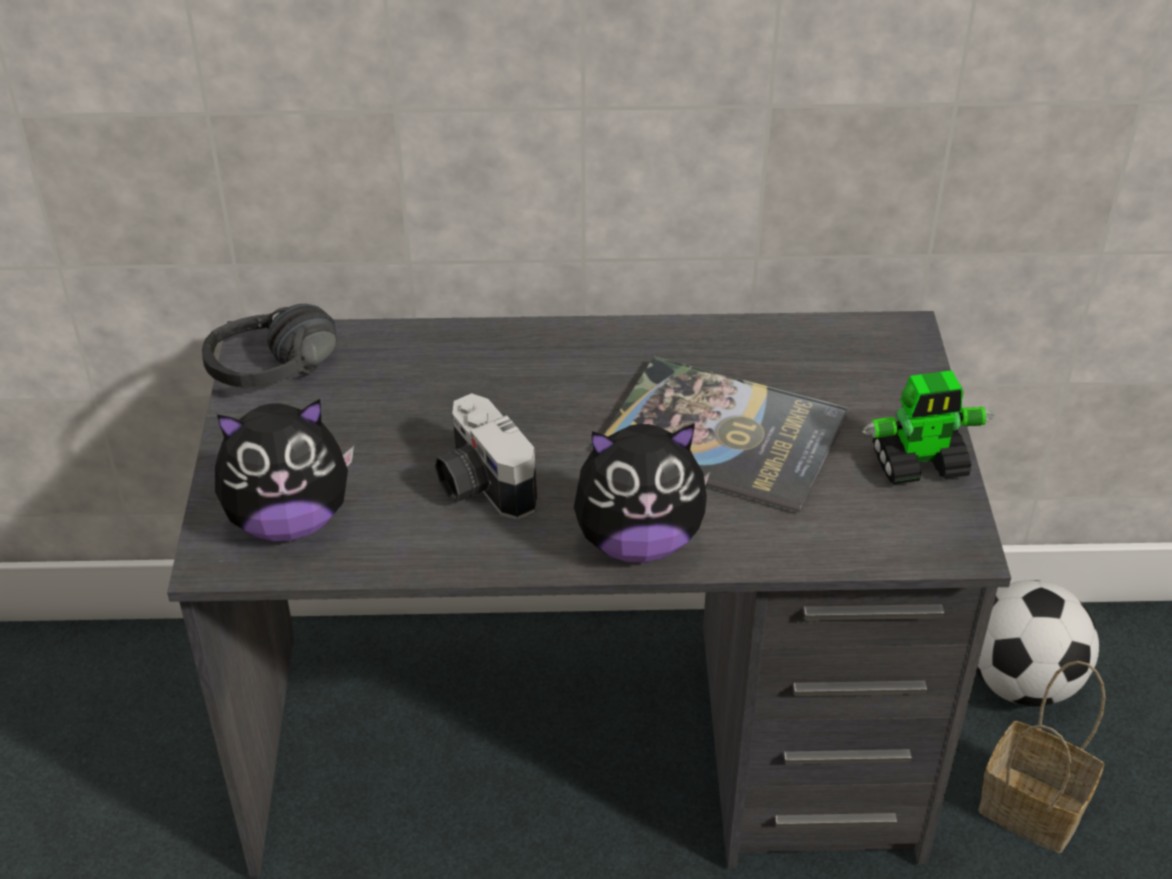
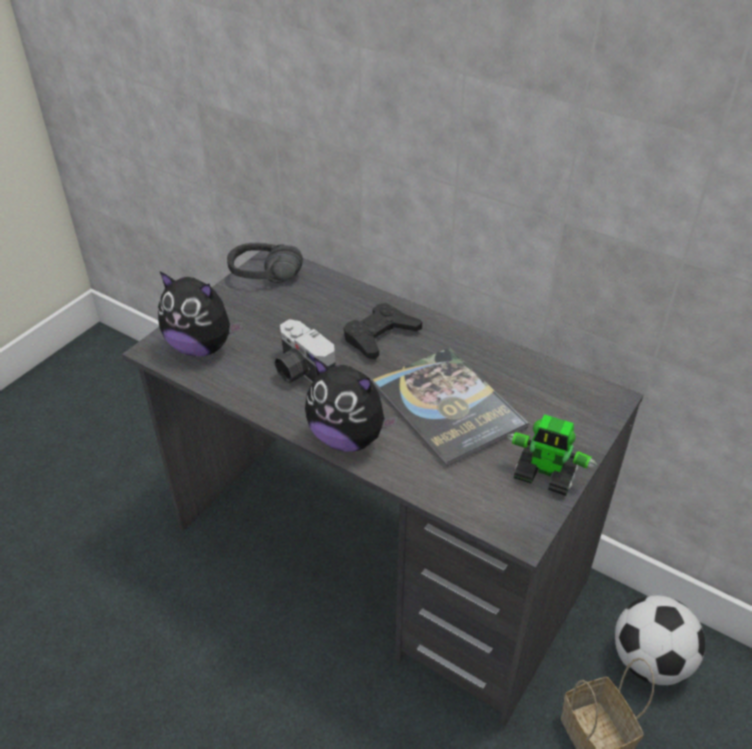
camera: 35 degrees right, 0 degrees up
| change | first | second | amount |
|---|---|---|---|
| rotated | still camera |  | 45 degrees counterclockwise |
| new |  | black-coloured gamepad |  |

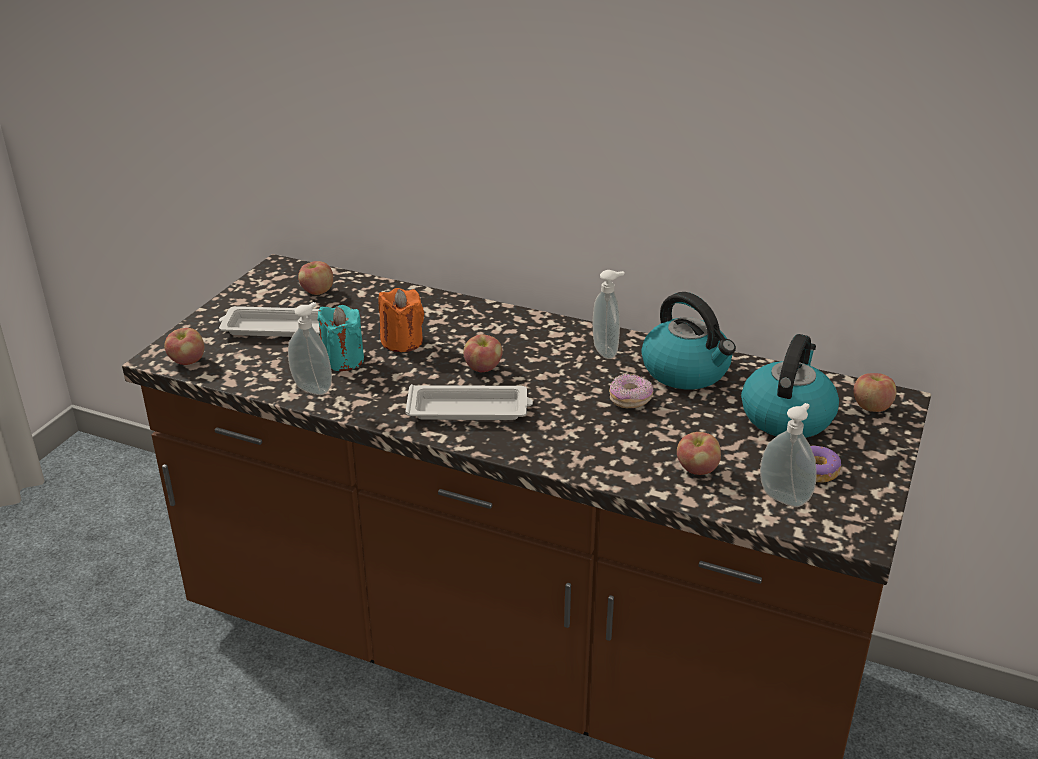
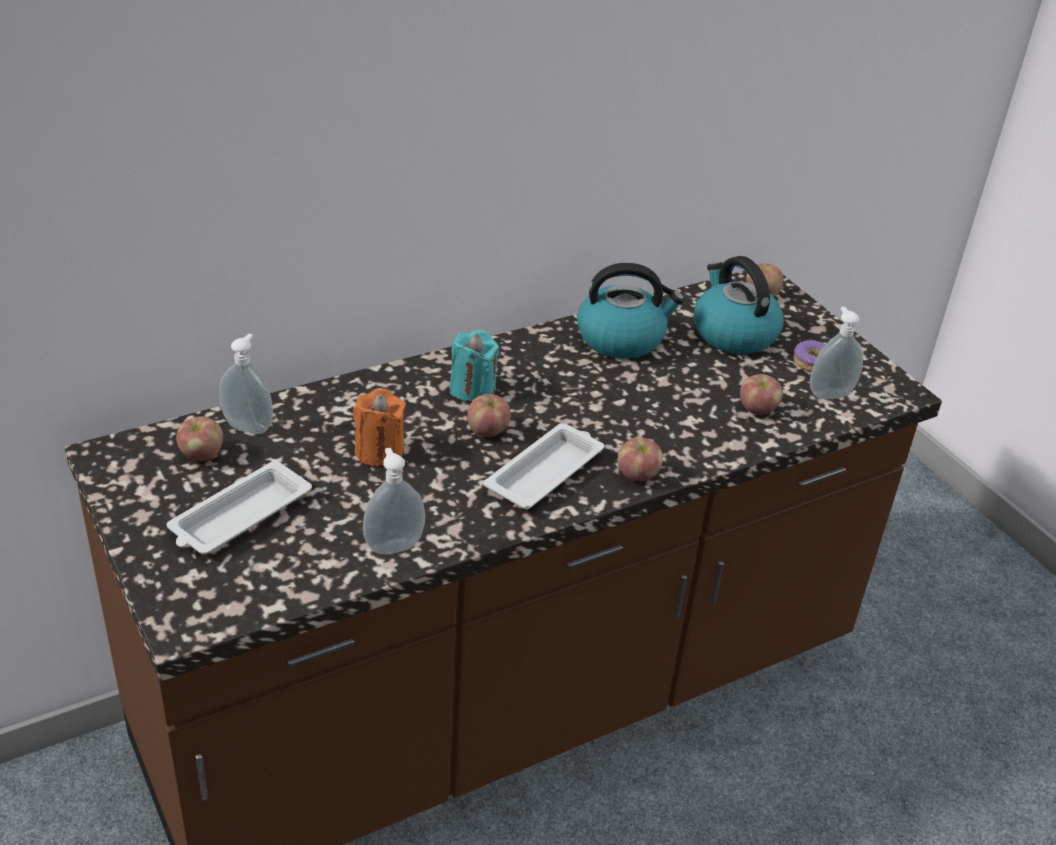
camera: 55 degrees left, 5 degrees up
| change | first | second | amount |
|---|---|---|---|
| shifted | liquid soap bottle (no. 2 from left in the first image) | liquid soap bottle (no. 1 from left) |  |
| shifted | turquoise wax candle |  |  |
| shifted | apple (no. 1 from left in the first image) | apple (no. 3 from left) |  |
| gone | ring doughnut (no. 1 from left) |  |  |

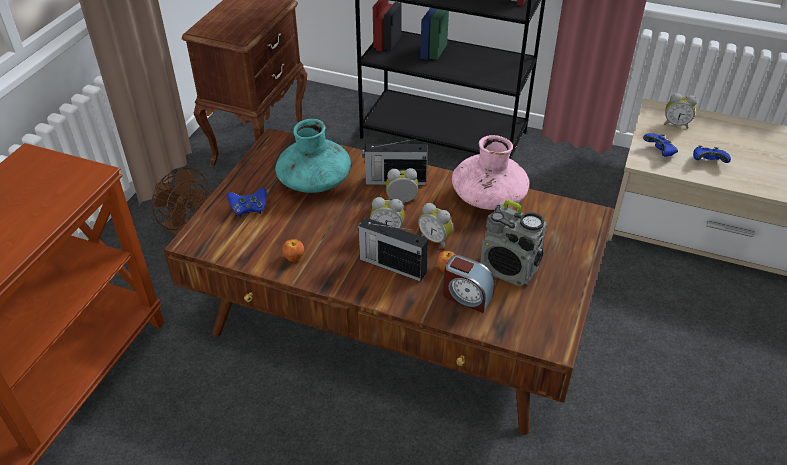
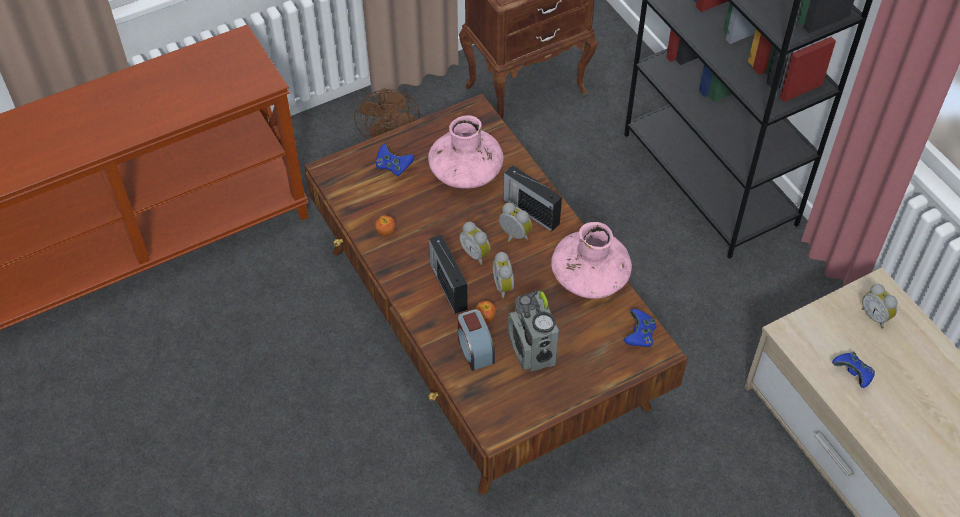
camera: 40 degrees right, 10 degrees up
| change | first | second | amount |
|---|---|---|---|
| repainted | turquoise vase | pink vase (no. 1 from left) |  |
| shifted | blue-coloured gamepad (no. 2 from left) |  |  |

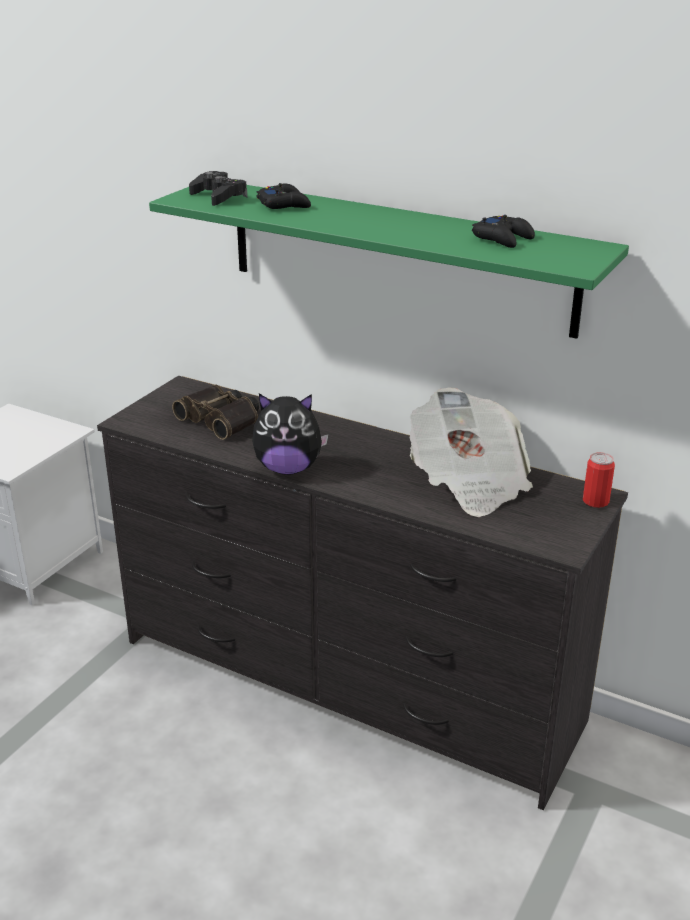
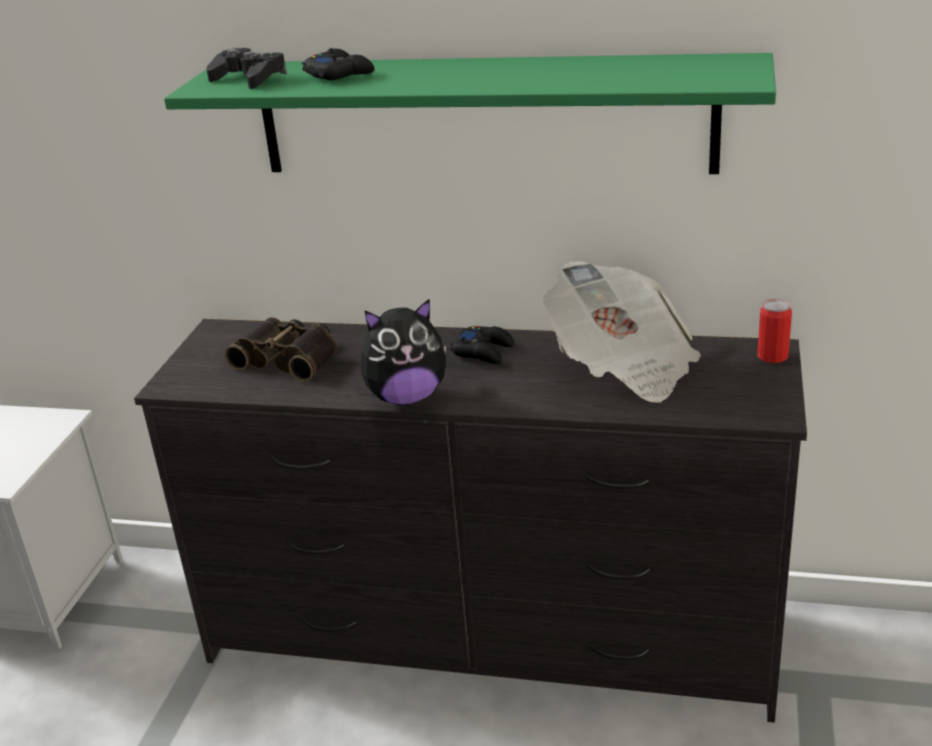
camera: 15 degrees left, 0 degrees up
| change | first | second | amount |
|---|---|---|---|
| shifted | black-coloured gamepad (no. 3 from left) |  |  |

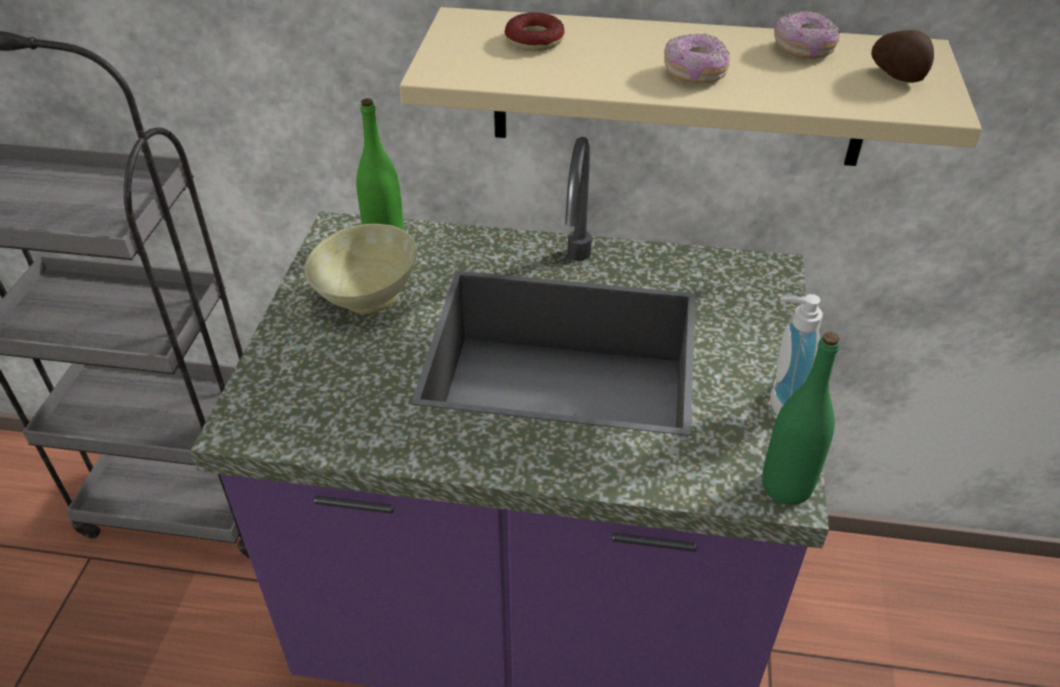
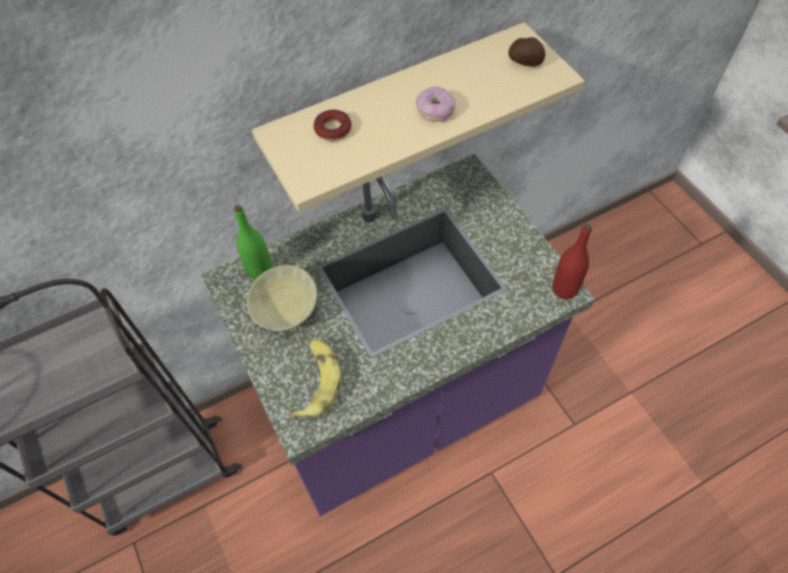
camera: 35 degrees left, 15 degrees up
| change | first | second | amount |
|---|---|---|---|
| new |  | whole banana |  |
| repainted | green bottle (no. 2 from left) | reddish bottle |  |
| gone | liquid soap bottle |  |  |
| gone | ring doughnut (no. 3 from left) |  |  |

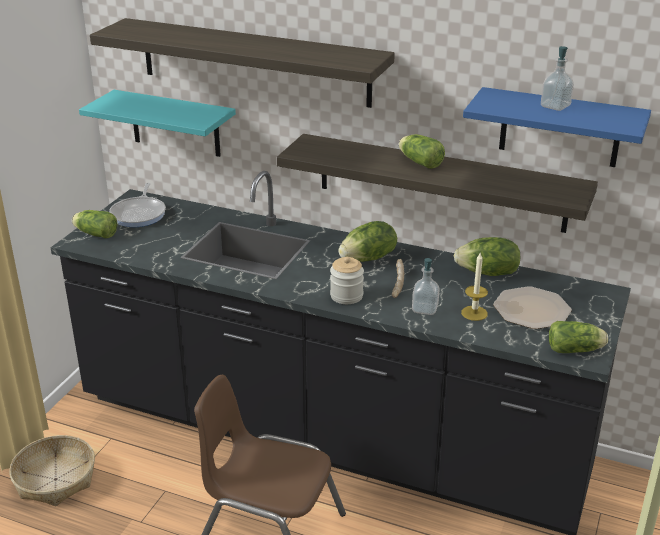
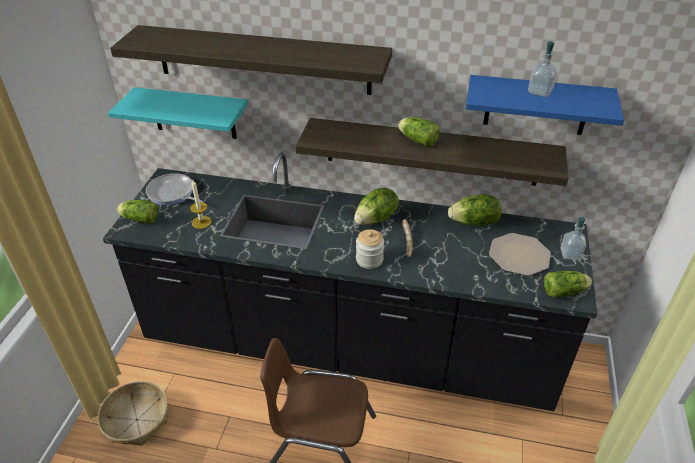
camera: 10 degrees left, 10 degrees up
| change | first | second | amount |
|---|---|---|---|
| rotated | skillet |  | 135 degrees clockwise |
| shifted | wax candle |  |  |
| shifted | liquid soap bottle (no. 1 from left in the first image) | liquid soap bottle (no. 2 from left) |  |

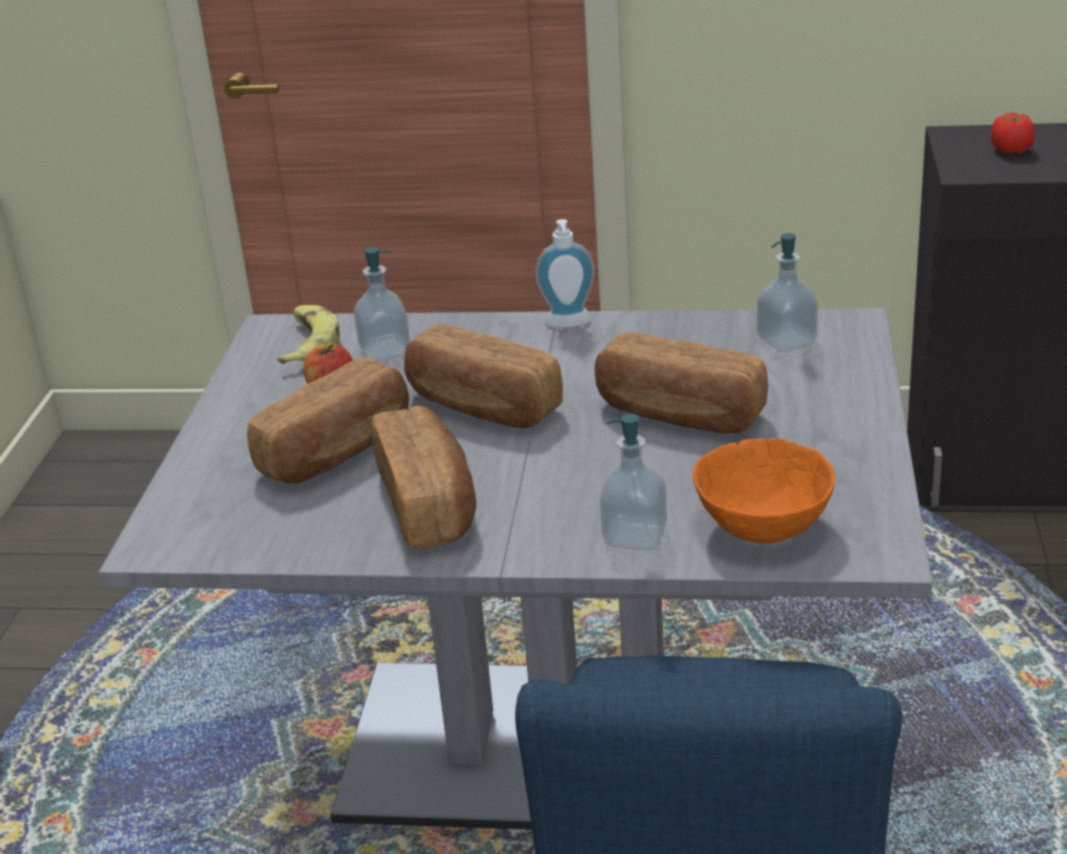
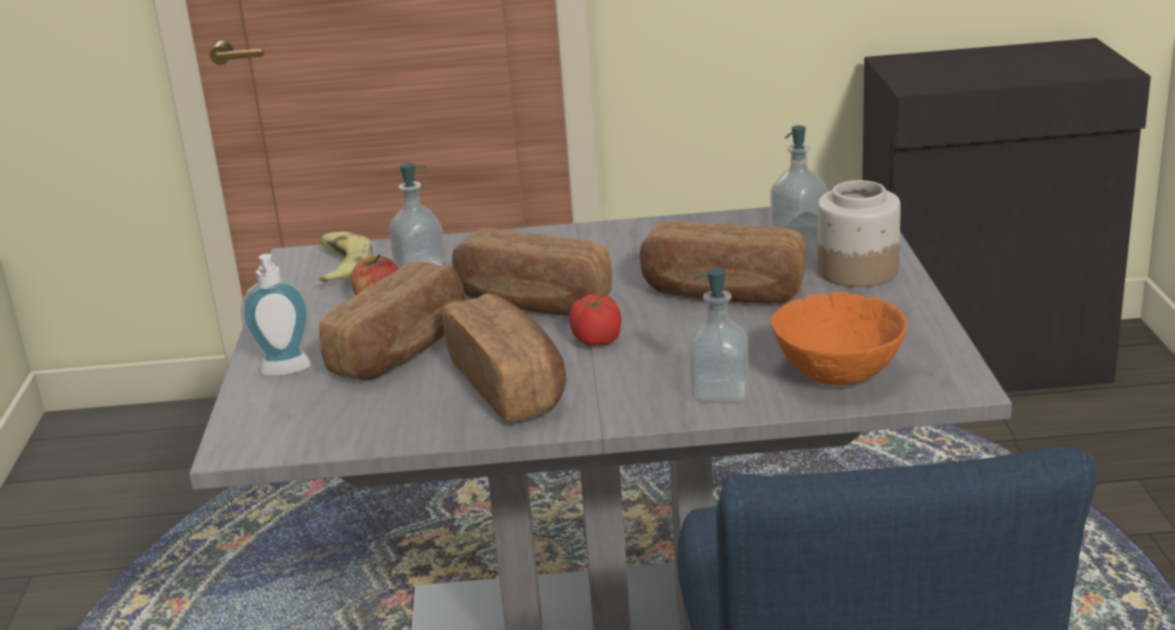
camera: 10 degrees left, 5 degrees down
| change | first | second | amount |
|---|---|---|---|
| shifted | liquid soap bottle (no. 2 from left in the first image) | liquid soap bottle (no. 1 from left) |  |
| shifted | tomato |  |  |
| new |  | jar |  |

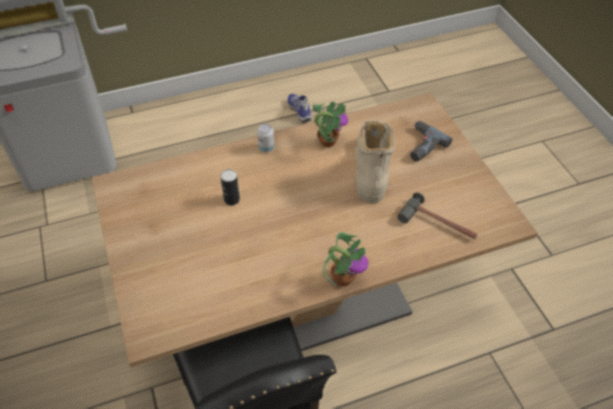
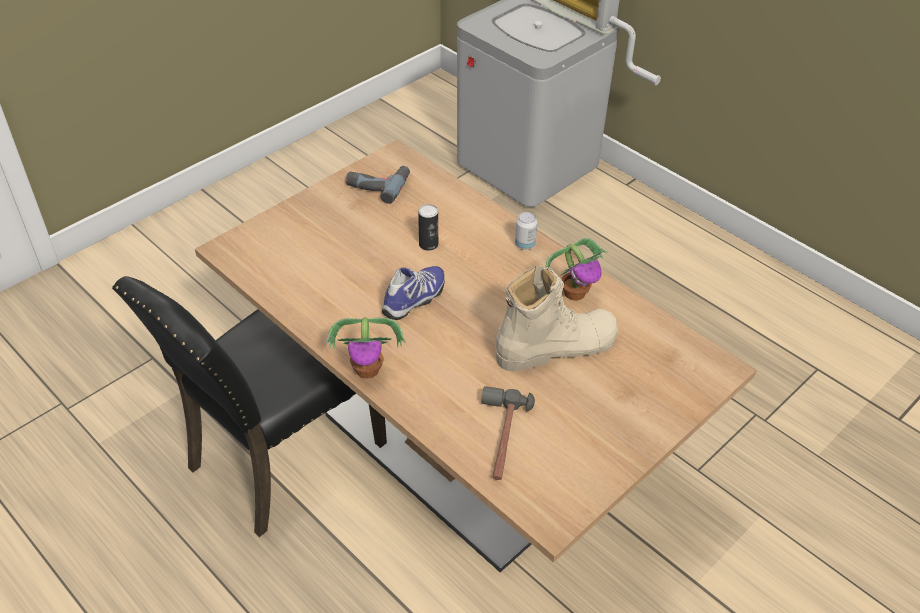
camera: 65 degrees right, 5 degrees down
| change | first | second | amount |
|---|---|---|---|
| shifted | drill |  |  |
| shifted | low shoe |  |  |

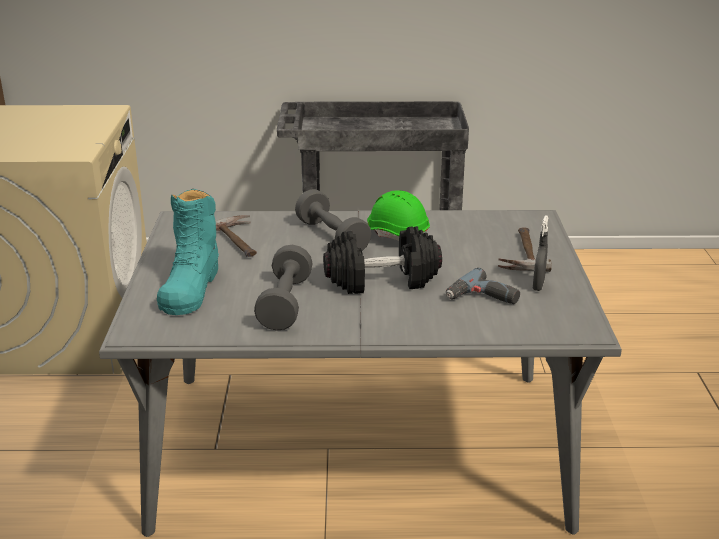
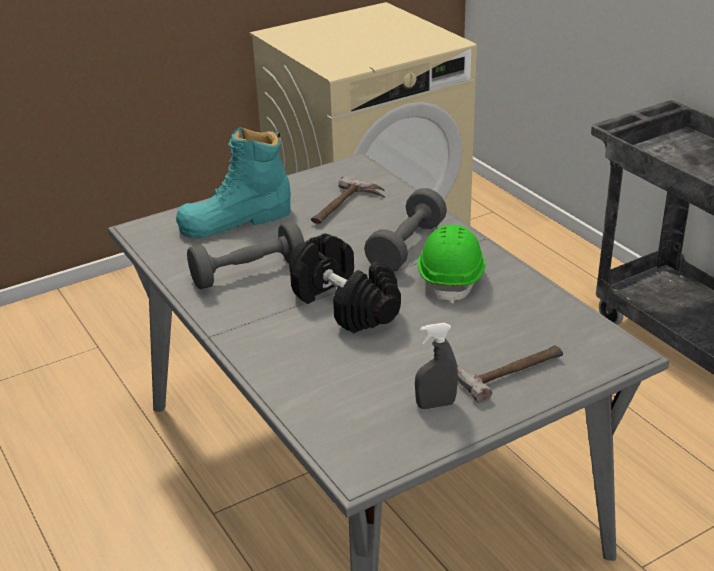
camera: 60 degrees right, 5 degrees up
| change | first | second | amount |
|---|---|---|---|
| gone | drill |  |  |

